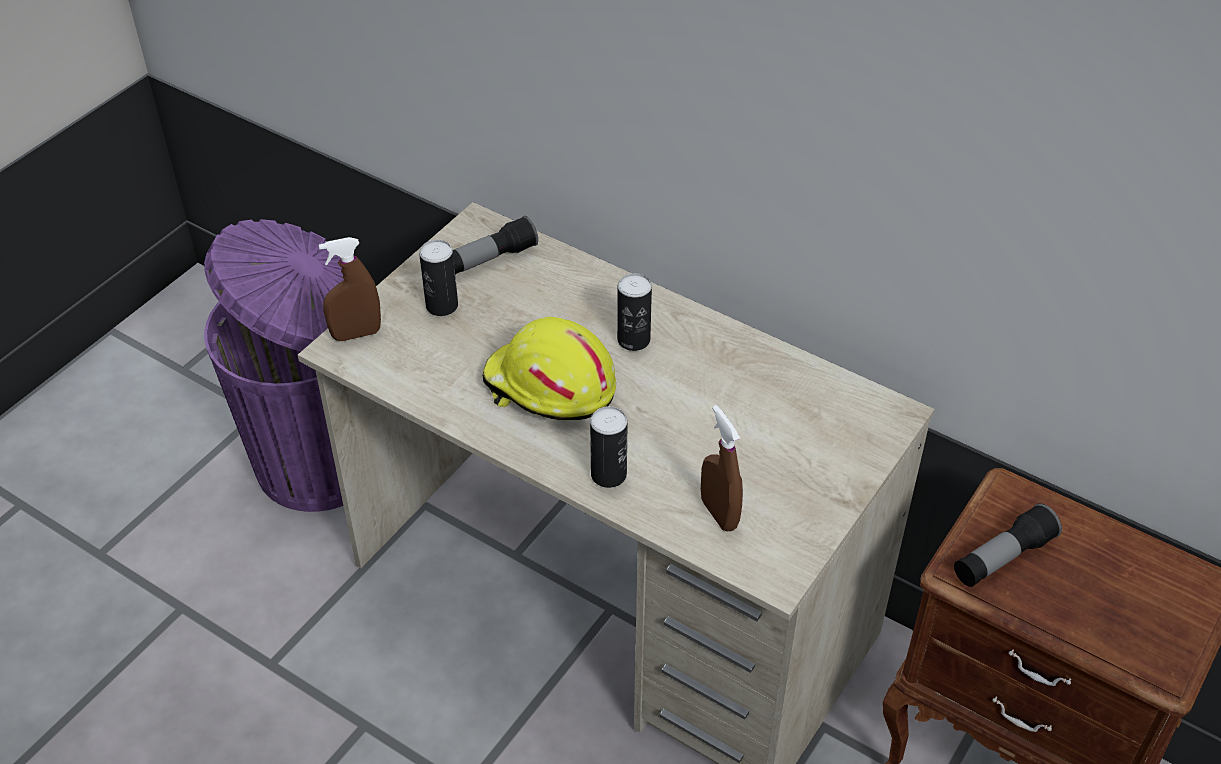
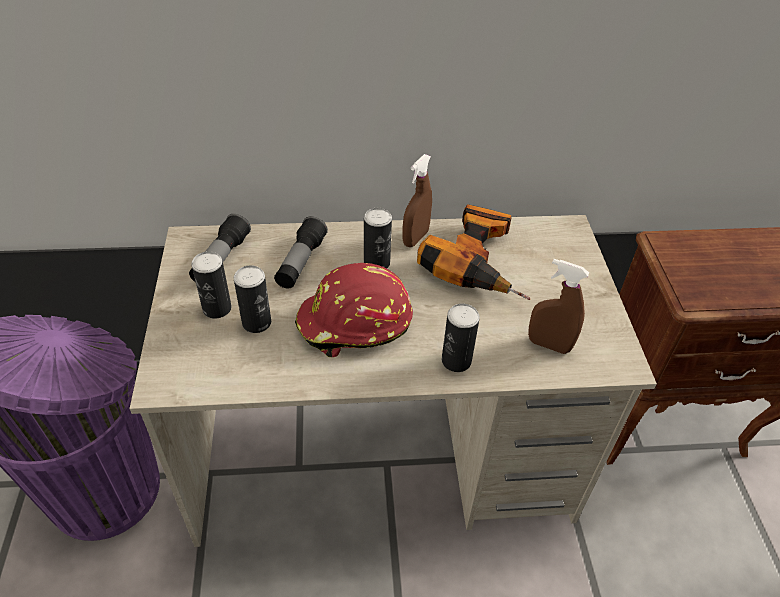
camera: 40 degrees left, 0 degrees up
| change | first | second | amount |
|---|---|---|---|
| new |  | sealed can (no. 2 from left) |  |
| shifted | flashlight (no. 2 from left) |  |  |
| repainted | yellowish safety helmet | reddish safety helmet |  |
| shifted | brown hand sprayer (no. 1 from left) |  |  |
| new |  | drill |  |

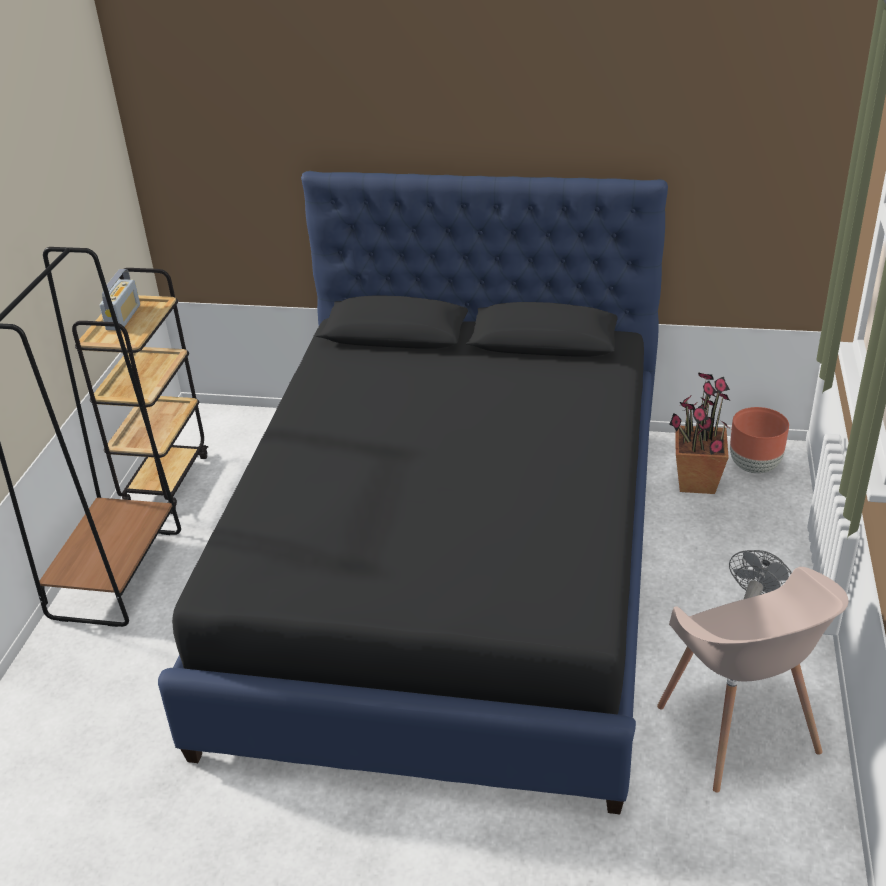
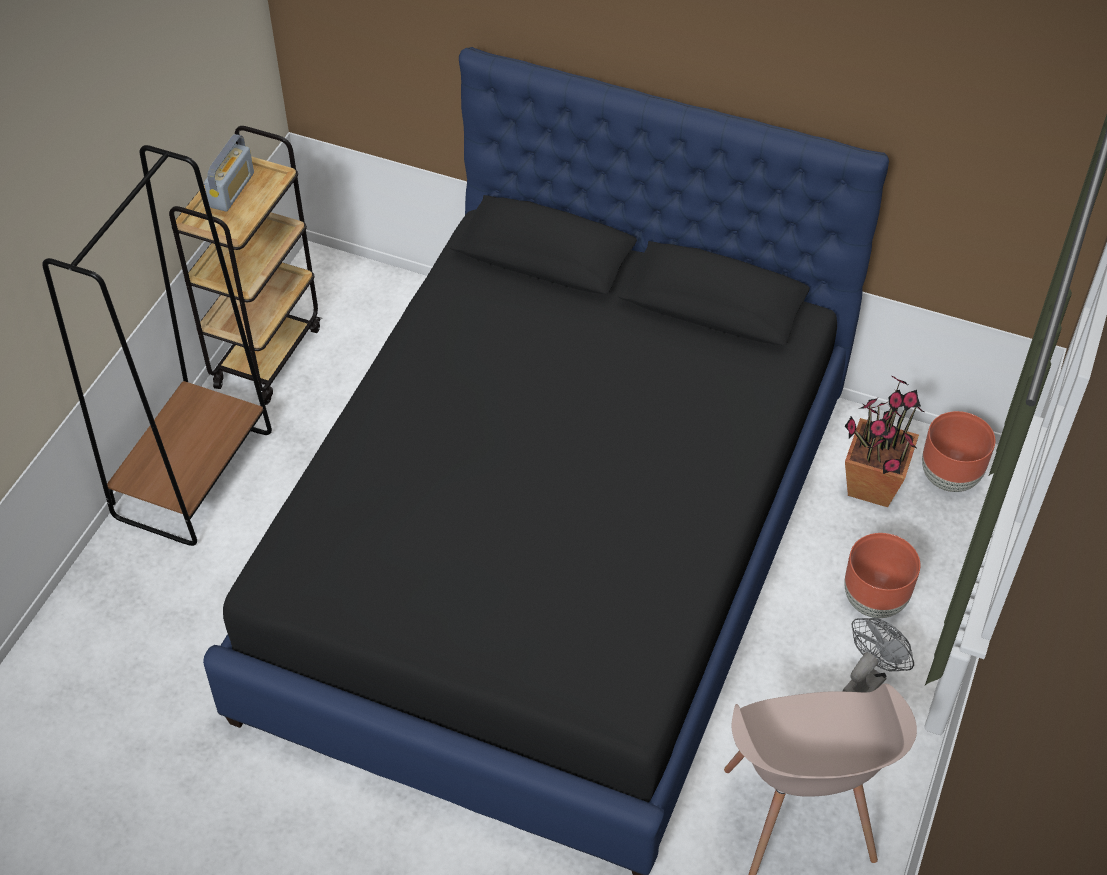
camera: 10 degrees right, 15 degrees up
| change | first | second | amount |
|---|---|---|---|
| new |  | brown plant pot (no. 1 from left) |  |

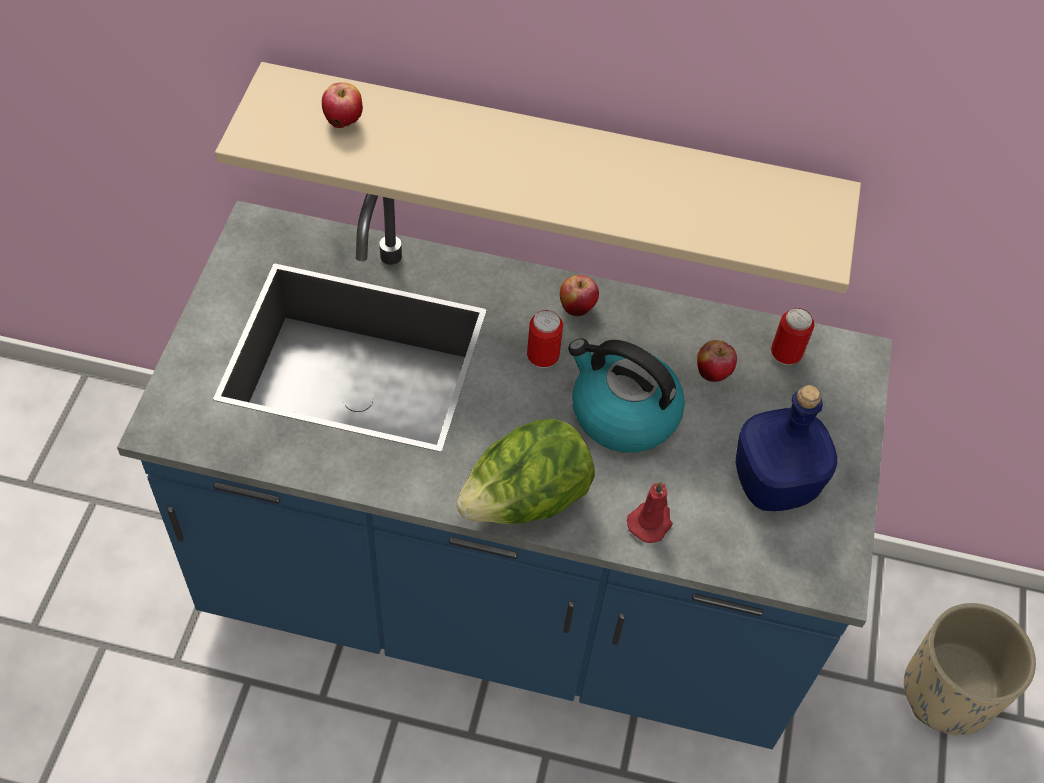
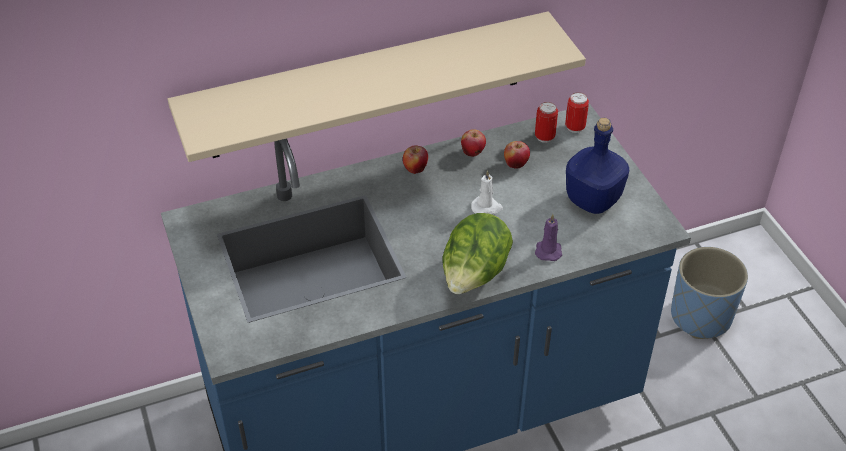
camera: 30 degrees left, 10 degrees down
| change | first | second | amount |
|---|---|---|---|
| shifted | apple (no. 1 from left in the first image) | apple (no. 2 from left) |  |
| swapped | tea kettle | white-coloured wax candle |  |
| repainted | reddish wax candle | purple-coloured wax candle |  |
| shifted | sealed can (no. 1 from left in the first image) | sealed can (no. 2 from left) |  |
| repainted | beige-coloured plant pot | blue-coloured plant pot |  |

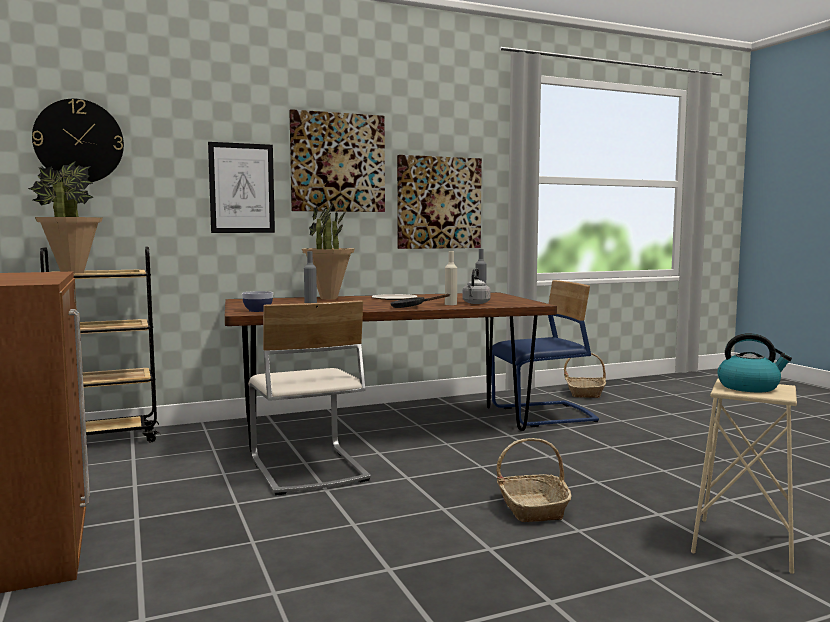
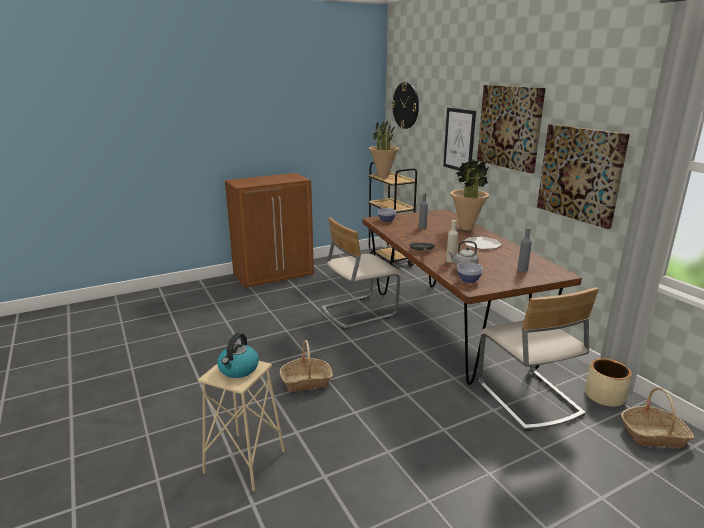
camera: 85 degrees right, 15 degrees up
| change | first | second | amount |
|---|---|---|---|
| new |  | bowl (no. 2 from left) |  |
| repainted | blue-coloured upright chair | beige-coloured upright chair (no. 2 from left) |  |
| new |  | beige-coloured plant pot |  |

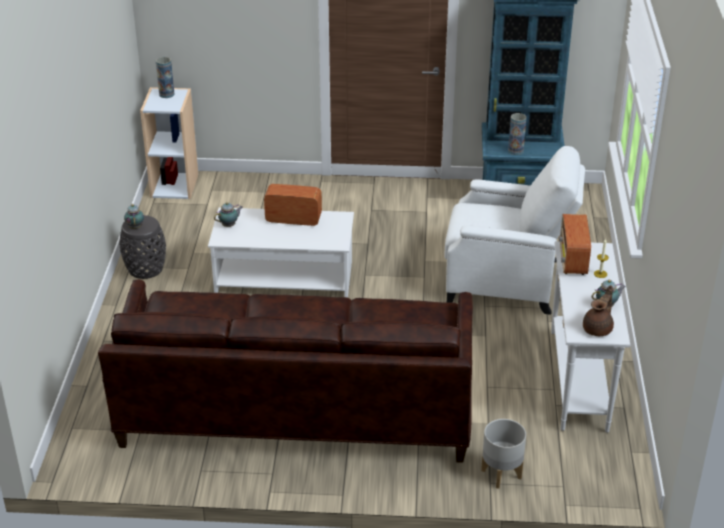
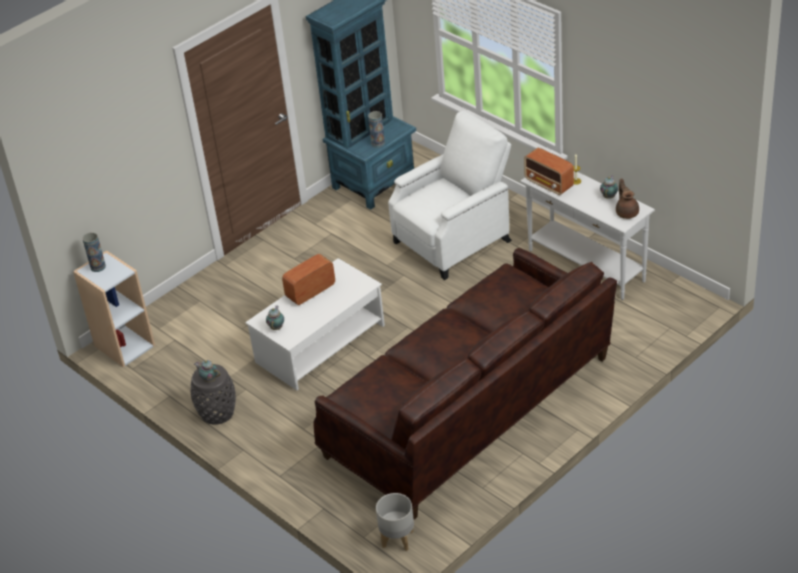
camera: 45 degrees left, 5 degrees up
| change | first | second | amount |
|---|---|---|---|
| shifted | grey plant pot |  |  |

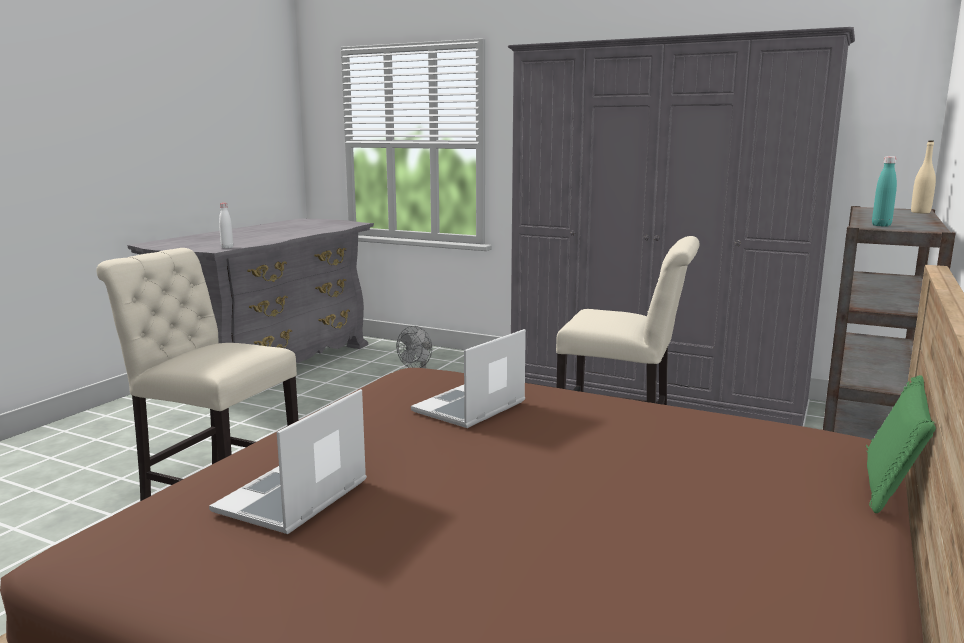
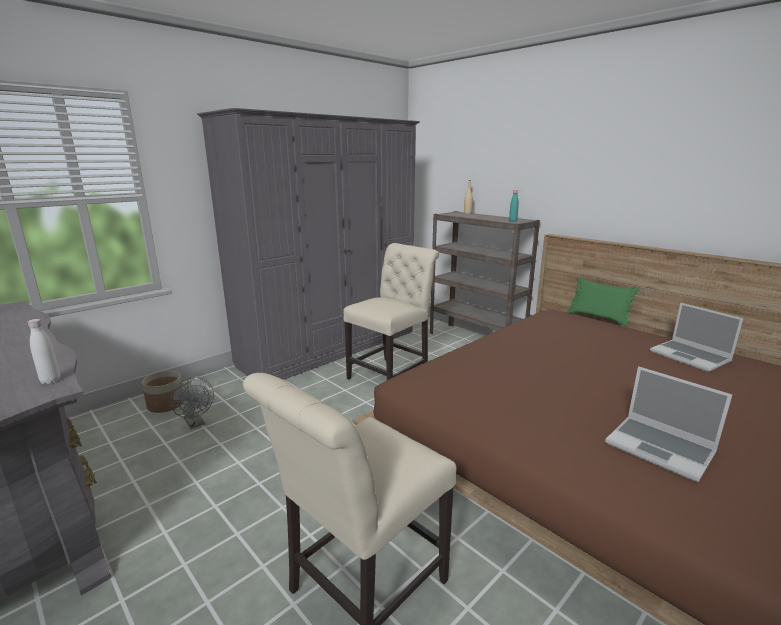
camera: 70 degrees left, 5 degrees up
| change | first | second | amount |
|---|---|---|---|
| new |  | plant pot |  |
| shifted | notebook computer (no. 2 from left) |  |  |

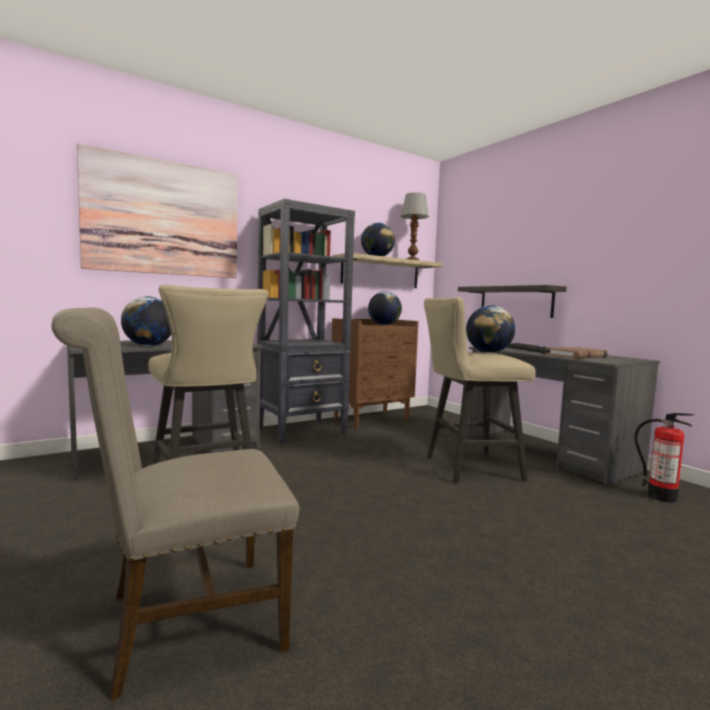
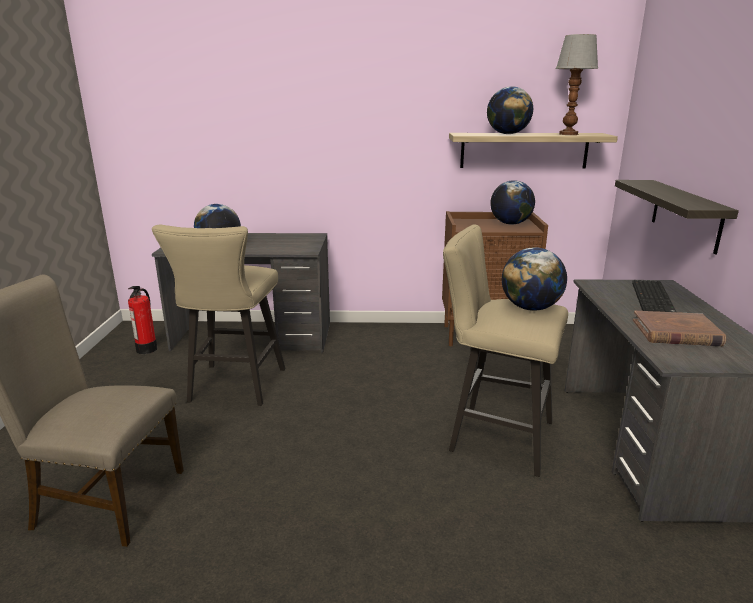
camera: 35 degrees right, 15 degrees up
| change | first | second | amount |
|---|---|---|---|
| shifted | fire extinguisher |  |  |
| gone | picture |  |  |
| gone | black-coloured shelving unit |  |  |

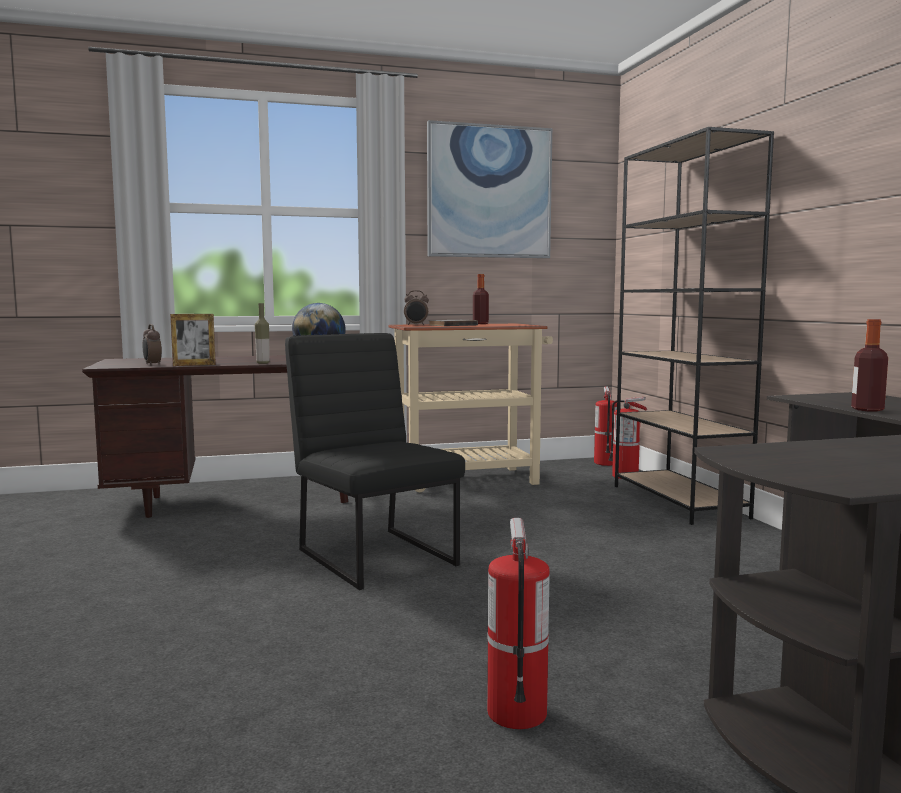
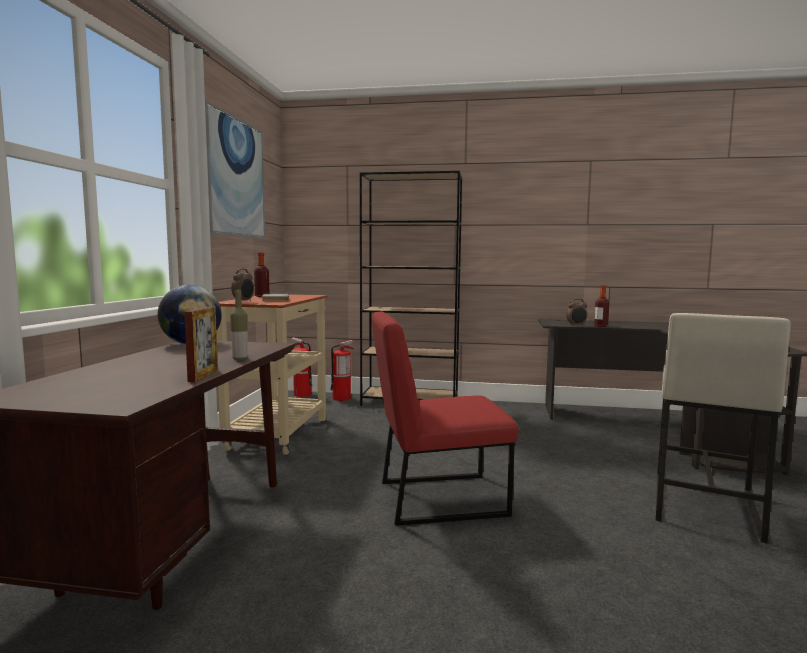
camera: 65 degrees left, 0 degrees up
| change | first | second | amount |
|---|---|---|---|
| repainted | black-coloured upright chair | reddish upright chair |  |
| shifted | bedside clock (no. 1 from left in the first image) | bedside clock (no. 2 from left) |  |
| swapped | fire extinguisher (no. 1 from left) | beige-coloured stool |  |

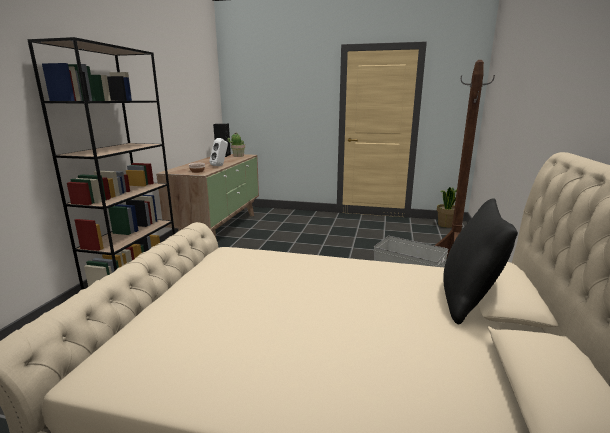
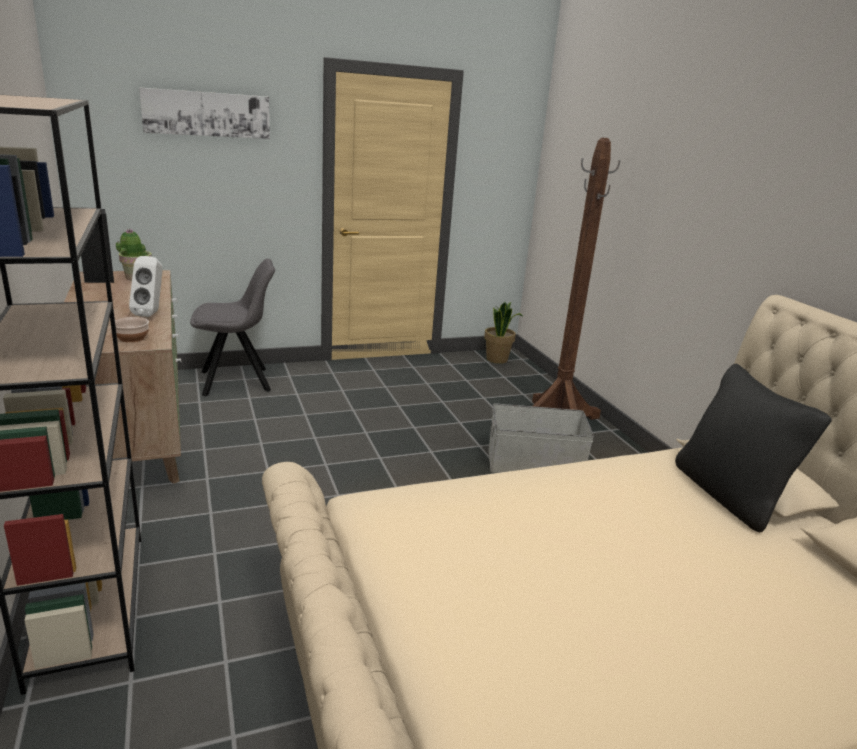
camera: 35 degrees left, 5 degrees up
| change | first | second | amount |
|---|---|---|---|
| new |  | picture |  |
| new |  | grey upright chair |  |

